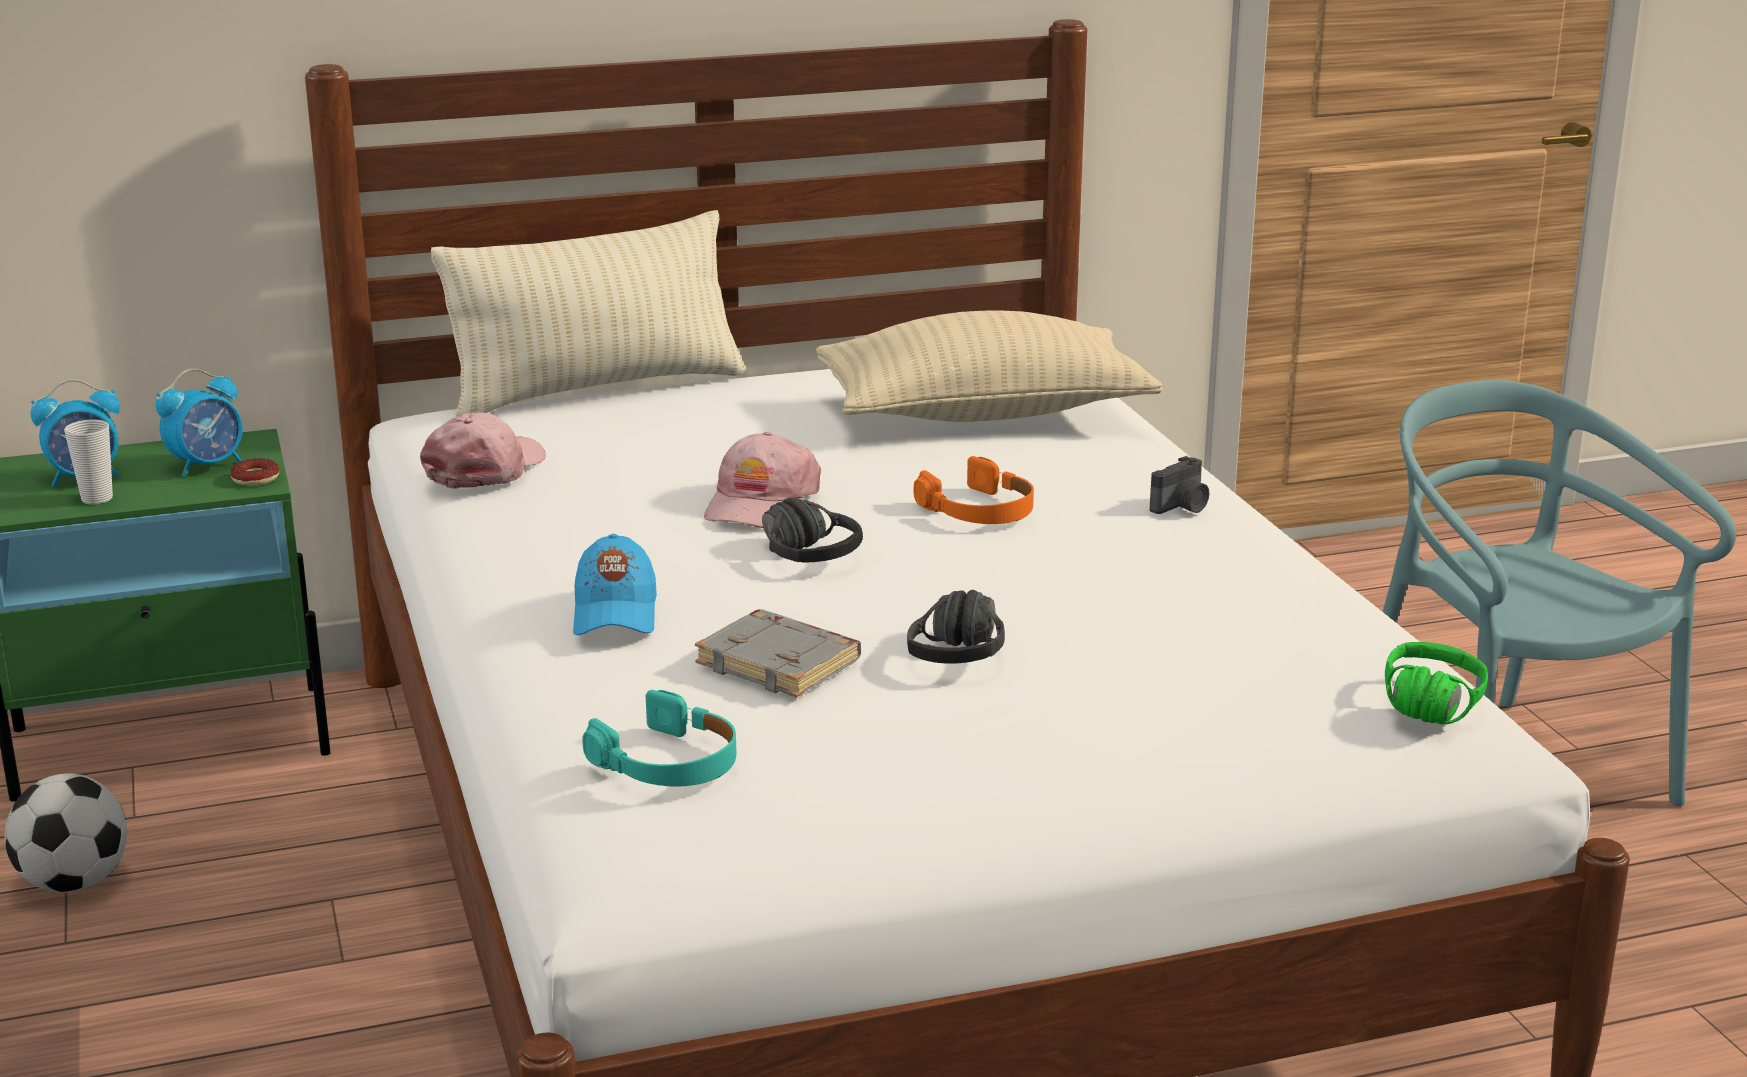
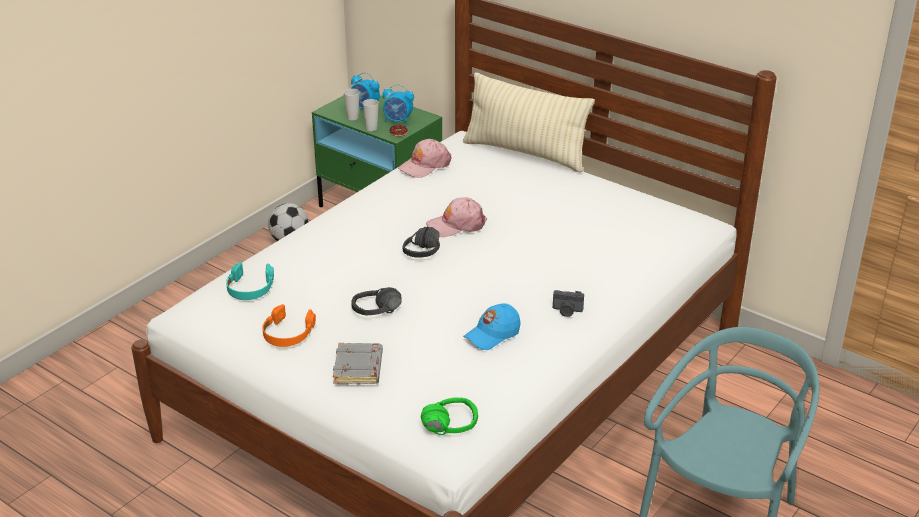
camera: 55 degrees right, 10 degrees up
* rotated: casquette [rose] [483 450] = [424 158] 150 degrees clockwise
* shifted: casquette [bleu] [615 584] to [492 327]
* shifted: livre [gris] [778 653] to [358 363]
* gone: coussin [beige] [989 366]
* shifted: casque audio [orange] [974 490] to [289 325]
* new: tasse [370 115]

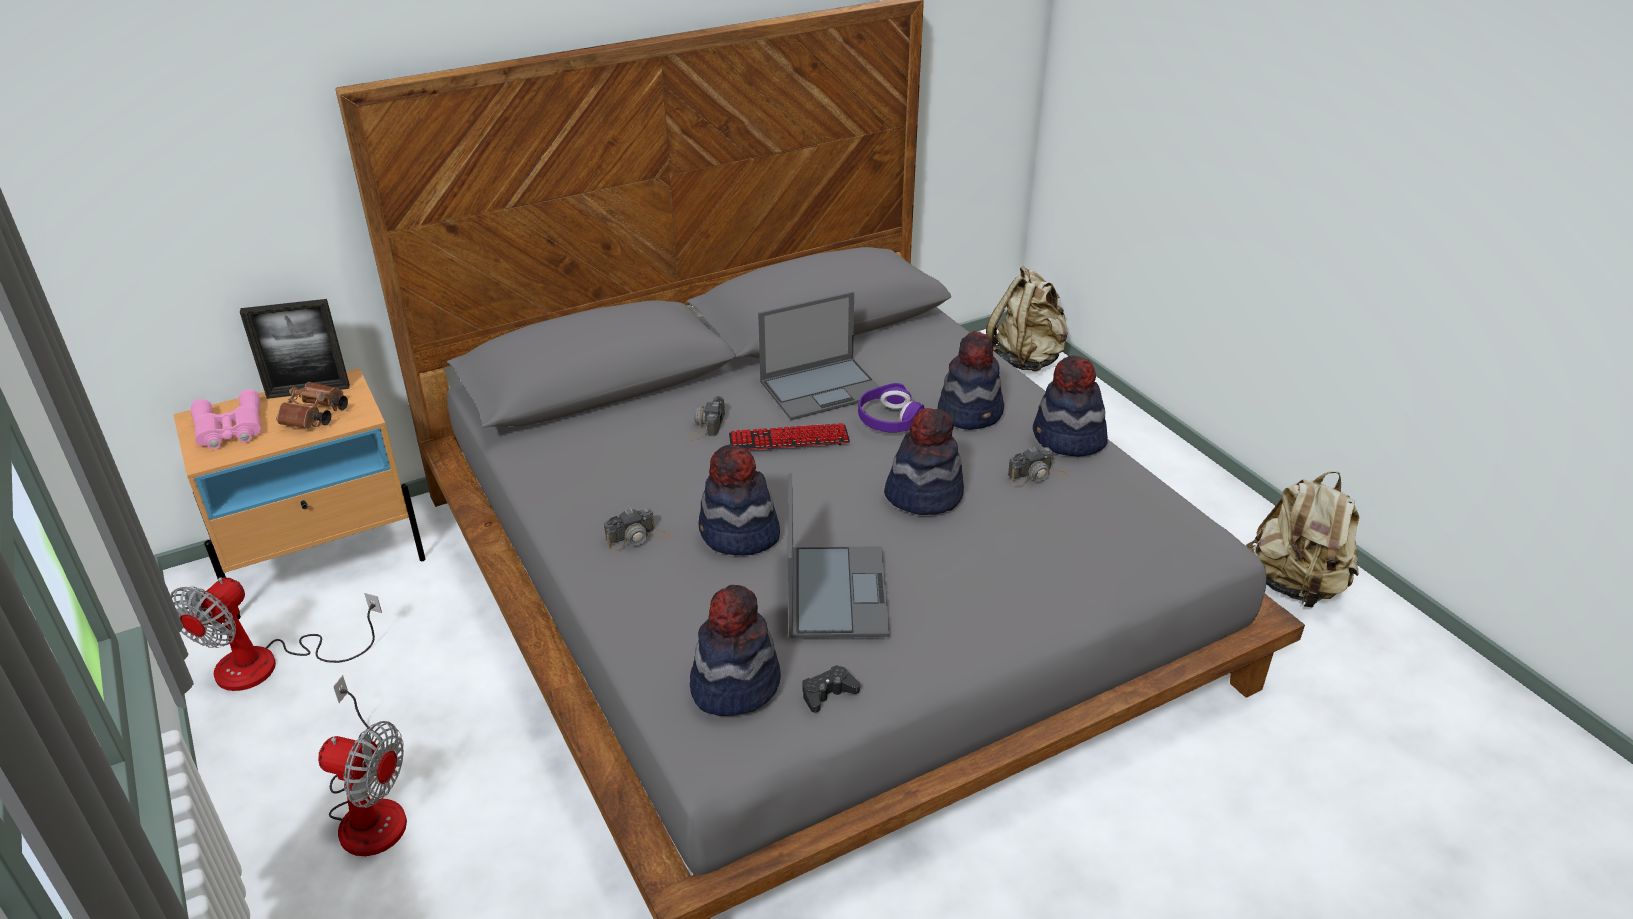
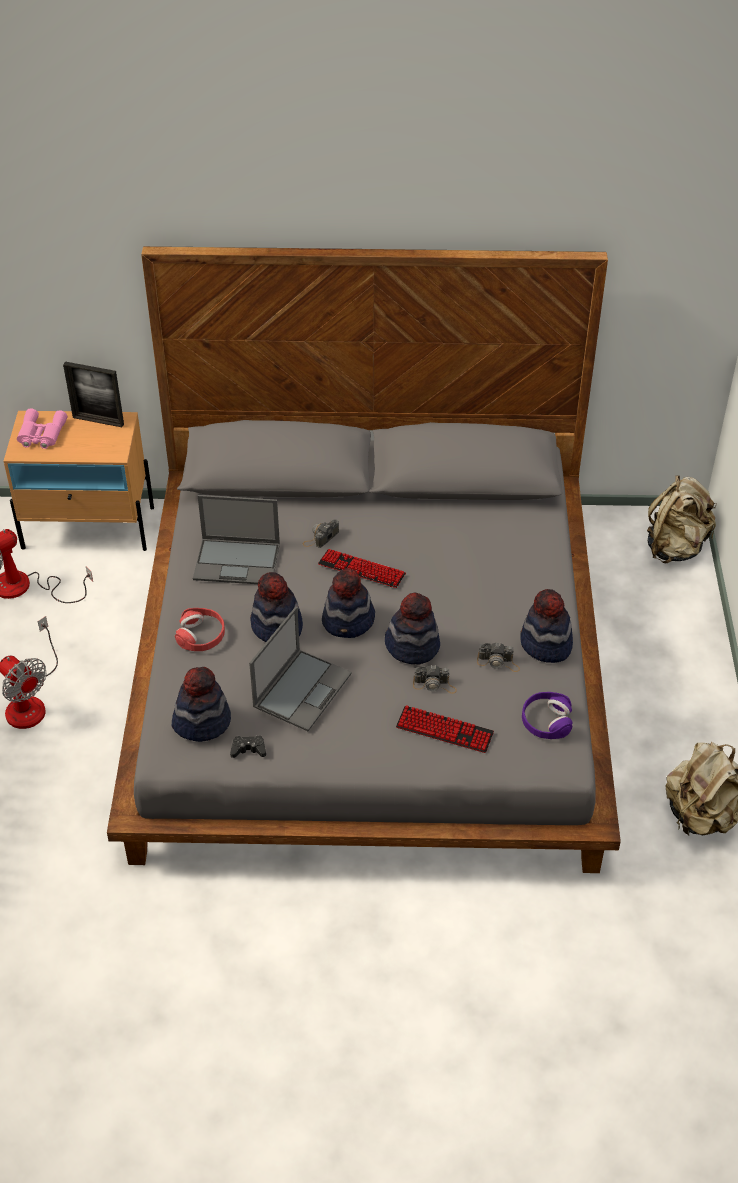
camera: 30 degrees right, 10 degrees up
* gone: jumelles [marron] [312 405]
* shifted: appareil photo [637 529] to [435 679]
* shifted: ordinateur portable [819 356] to [236 539]
* shifted: casque audio [violet] [891 407] to [547 715]
* shifted: chapeau [971 380] to [348 603]
* new: casque audio [rouge] [200 629]
* new: clavier [445 729]

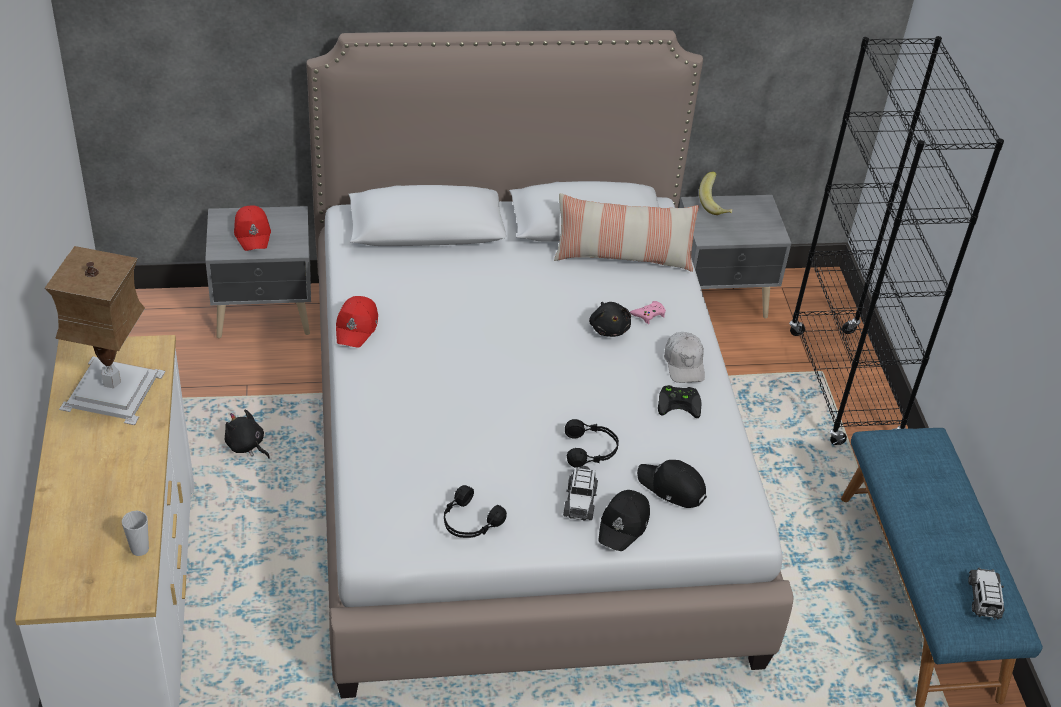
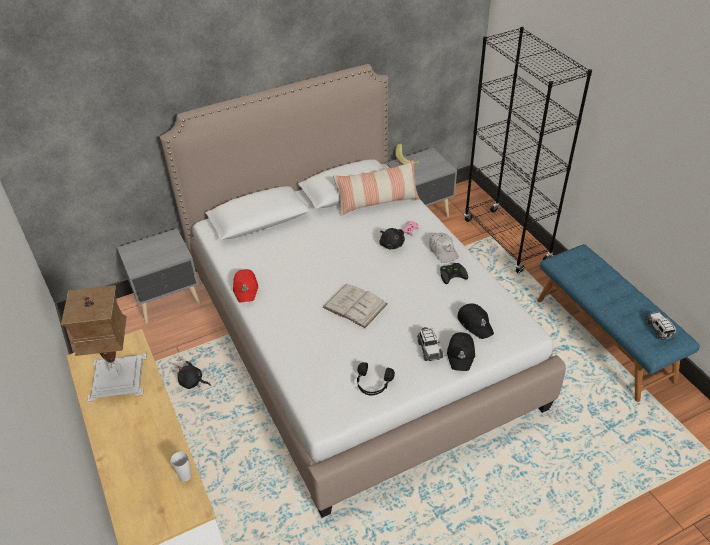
camera: 15 degrees left, 0 degrees up
* gone: casquette [rouge] [252 228]
* gone: casque audio [noir] [592 443]
* rotated: casquette [noir] [672 484] = [475 321] 135 degrees counterclockwise
* new: livre [blanc] [355 306]

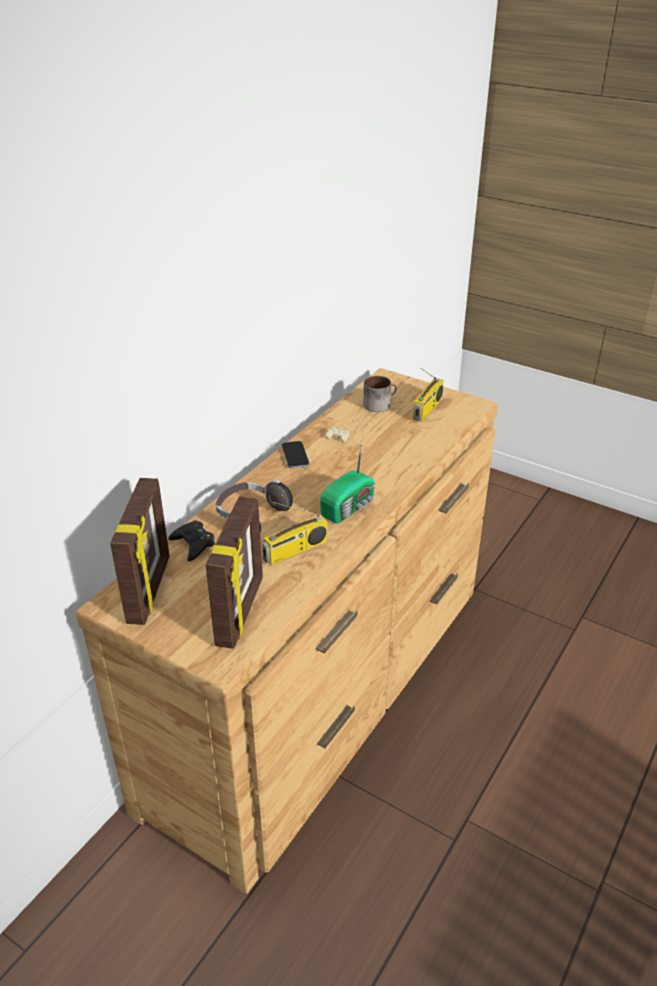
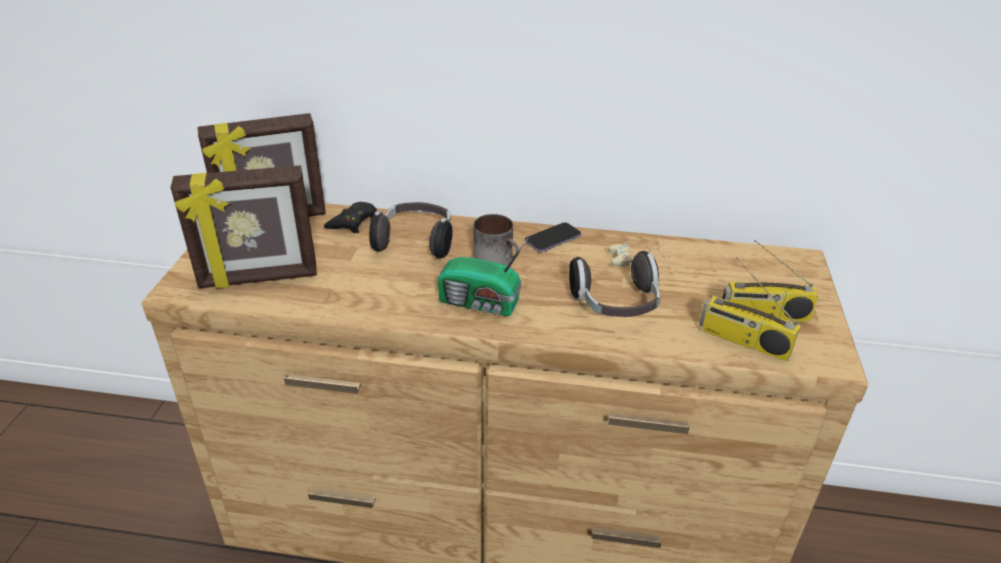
camera: 65 degrees right, 0 degrees up
* shifted: radio [295 533] to [749 309]
* shifted: mug [380 394] to [496 239]
* new: casque audio [614 284]

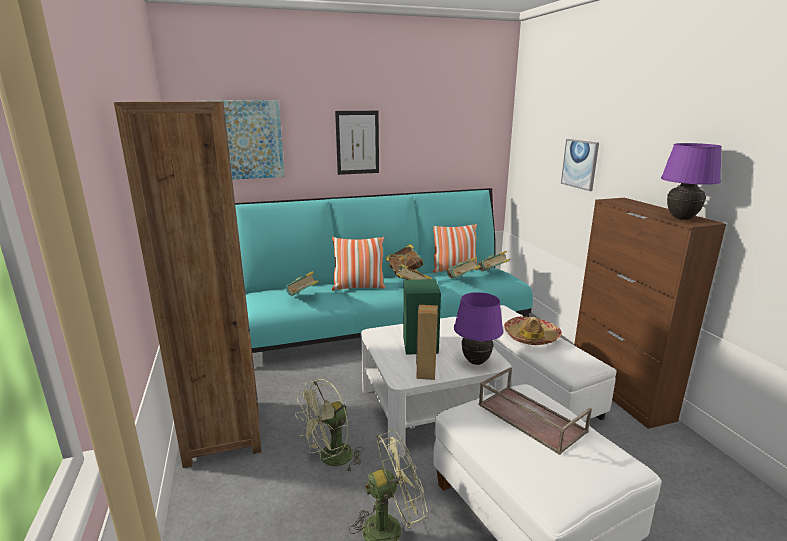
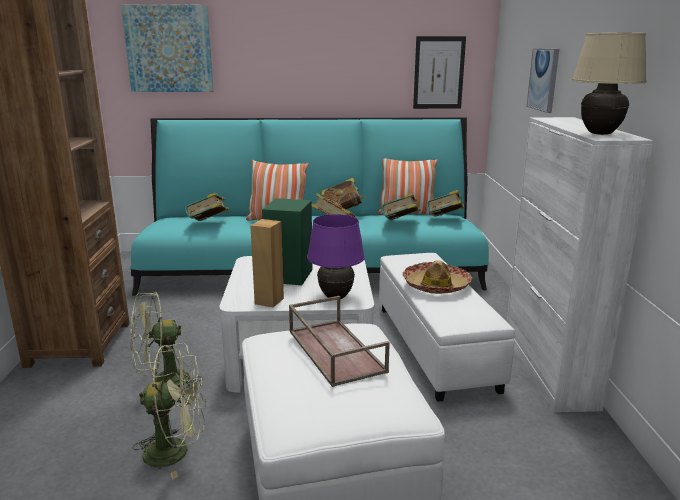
camera: 15 degrees right, 0 degrees up
* shifted: tableau [357 143] to [439 72]
* repainted: meuble de rangement [marron] [650 313] to meuble de rangement [blanc] [580 264]
* repainted: lampe de table [violet] [691 181] to lampe de table [beige] [609 84]

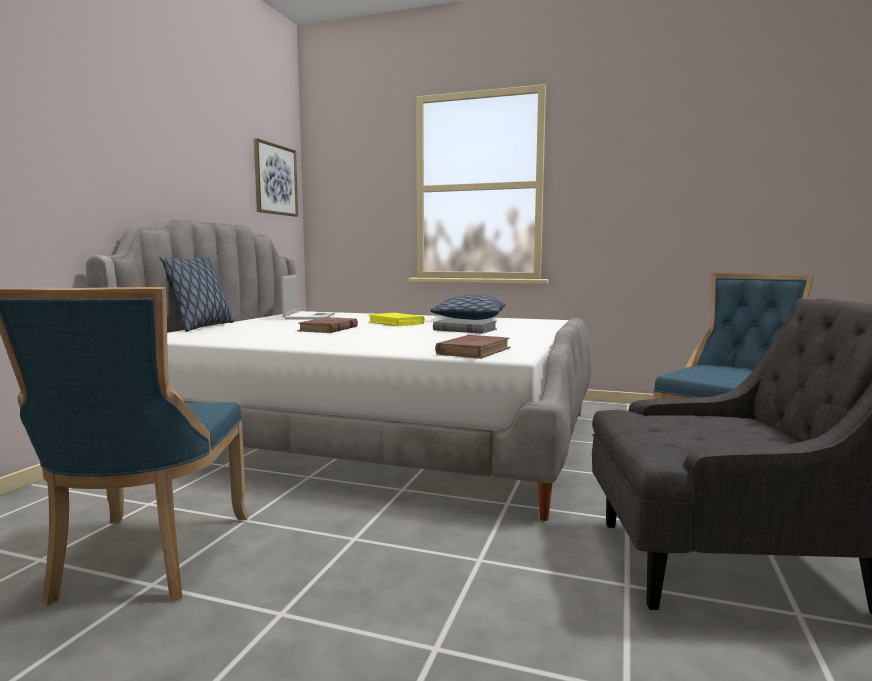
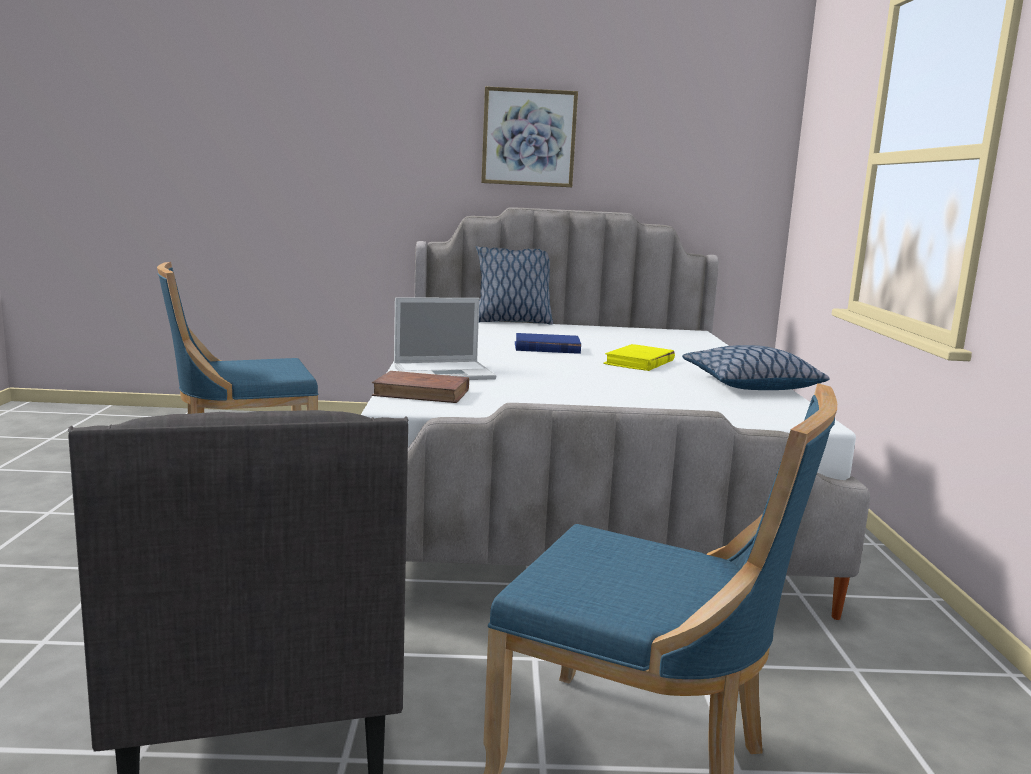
camera: 70 degrees right, 5 degrees up
* shifted: tableau [276 177] to [529 136]
* shifted: ordinateur portable [308 297] to [445 338]
* repainted: livre [marron] [327 325] to livre [bleu] [548 343]
* gone: livre [gris] [465 326]

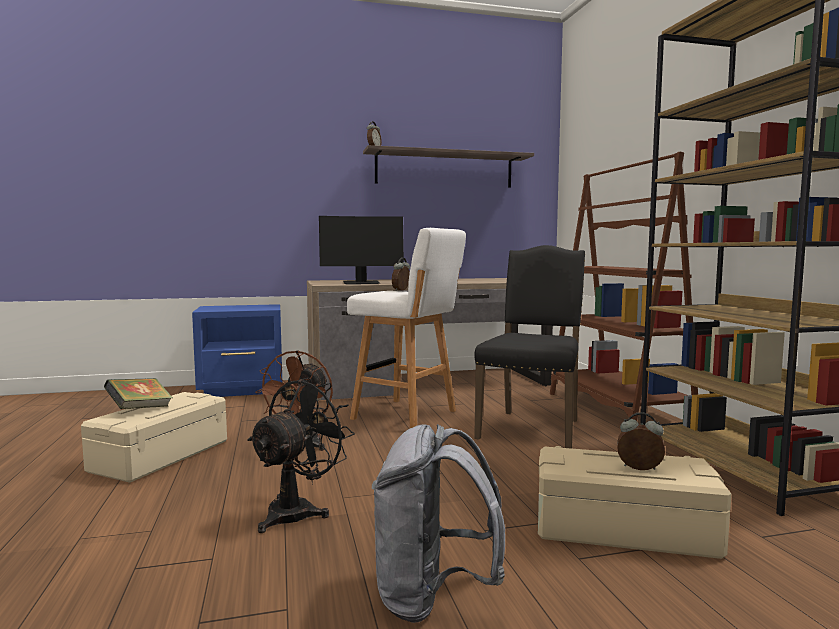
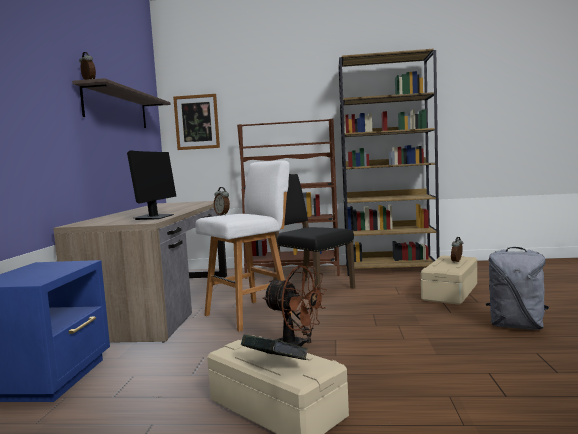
camera: 70 degrees left, 0 degrees up
* gone: ventilateur [noir] [301 455]
* new: tableau [196 122]

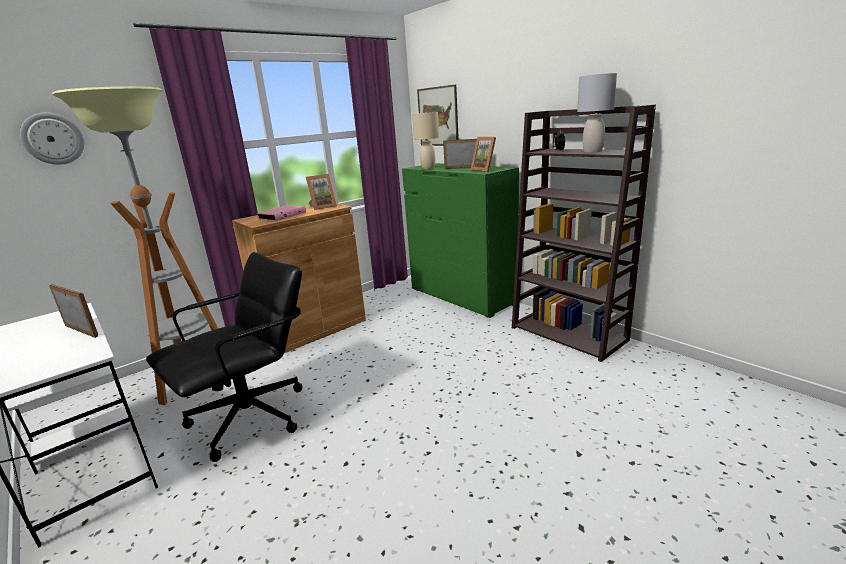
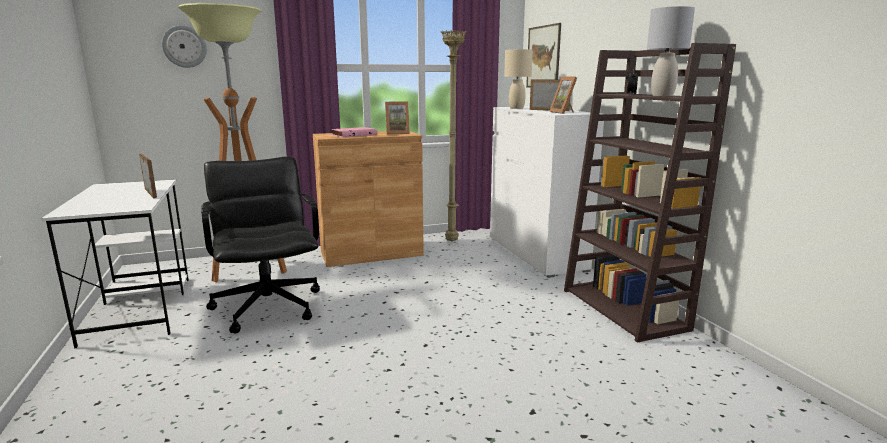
camera: 20 degrees right, 5 degrees down
* rotated: chaise de bureau [noir] [224 357] = [260 245] 90 degrees counterclockwise
* repainted: commode [vert] [460 240] to commode [blanc] [547 192]
* new: lampadaire [beige] [454 135]

